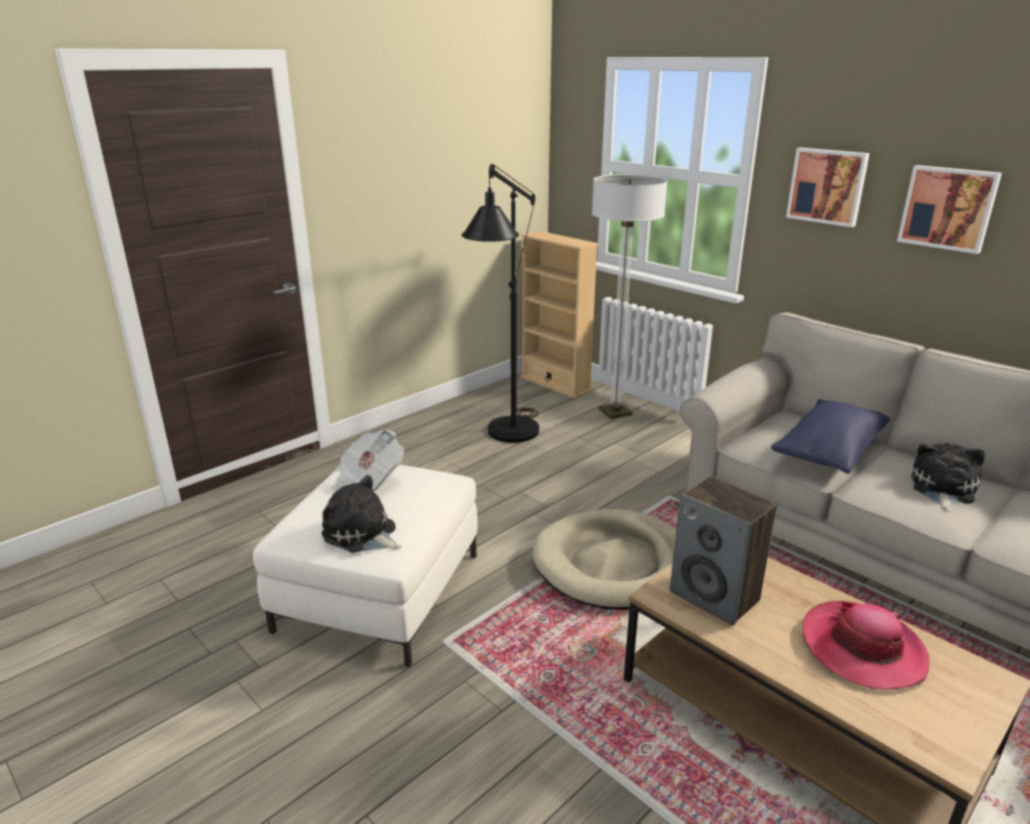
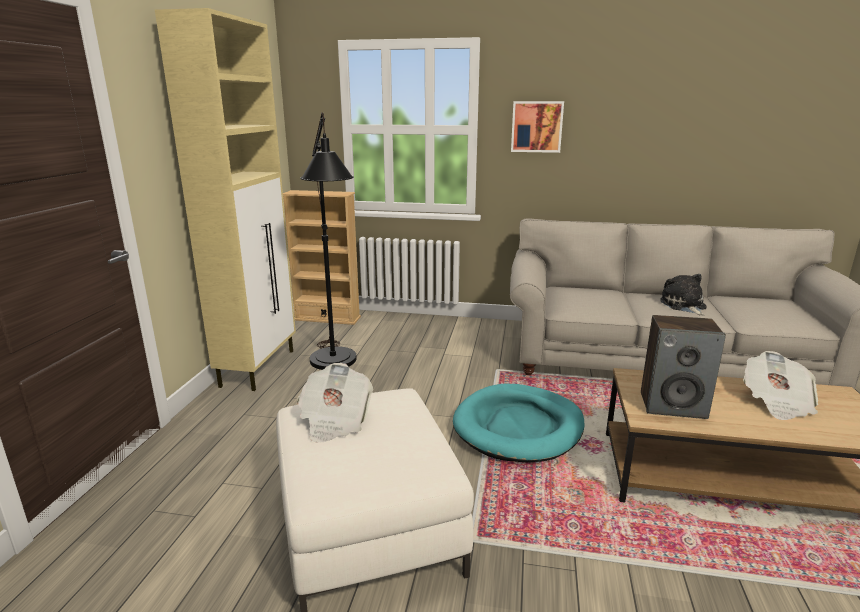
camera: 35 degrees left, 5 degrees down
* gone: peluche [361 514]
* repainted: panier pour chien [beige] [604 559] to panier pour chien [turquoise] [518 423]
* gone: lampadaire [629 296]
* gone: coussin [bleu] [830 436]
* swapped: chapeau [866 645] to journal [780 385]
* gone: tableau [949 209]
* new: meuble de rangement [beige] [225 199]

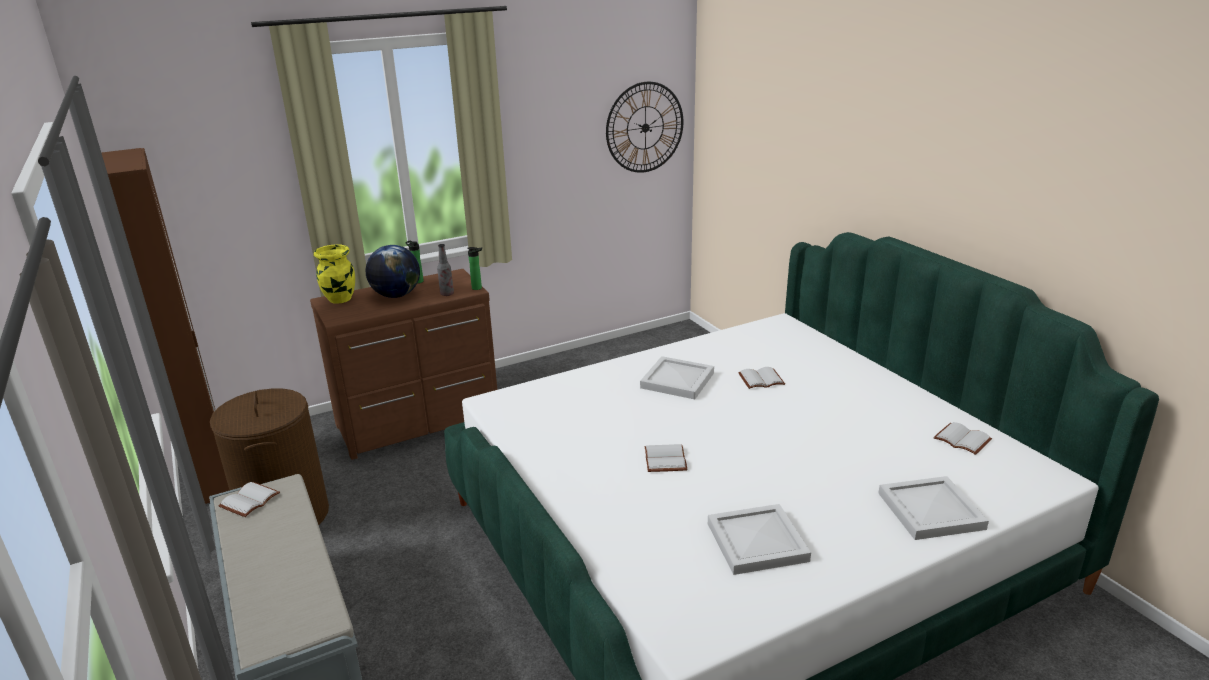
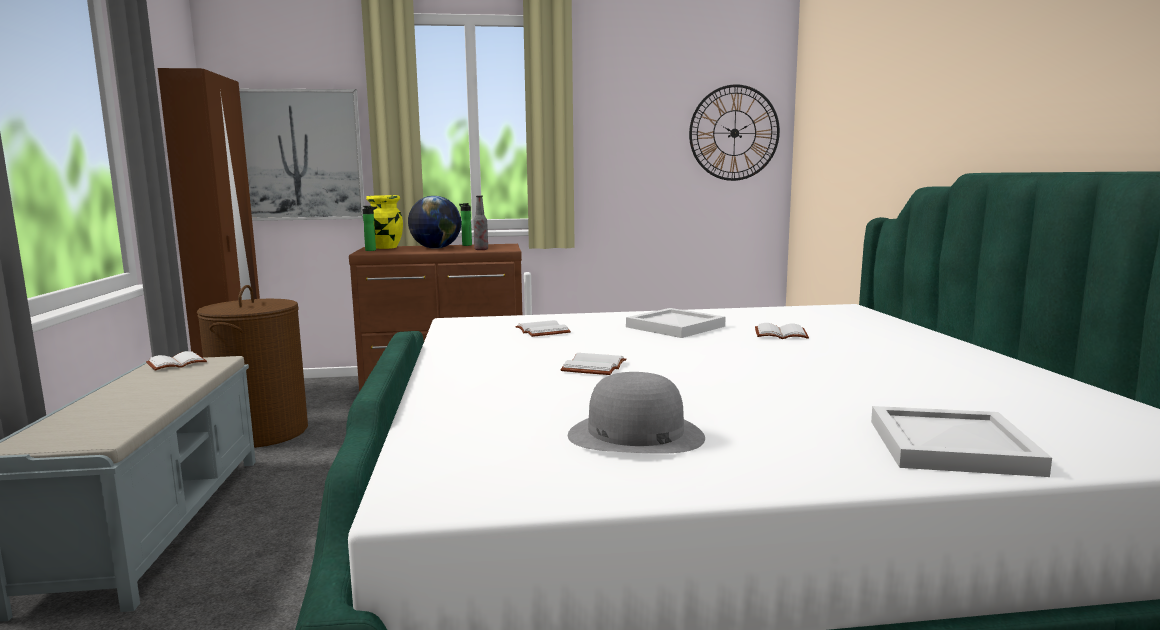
camera: 20 degrees right, 15 degrees down
* shifted: bouteille [474 268] to [369 228]
* swapped: plateau [blanc] [759 539] to chapeau [gris] [636 413]
* shifted: livre [blanc] [962 438] to [543 328]
* new: tableau [302 155]

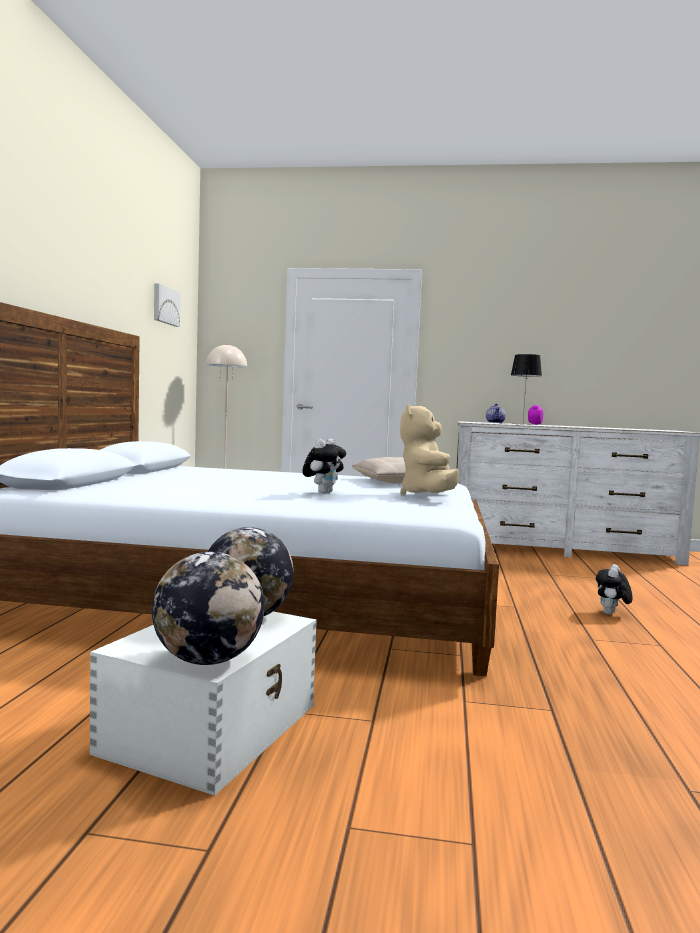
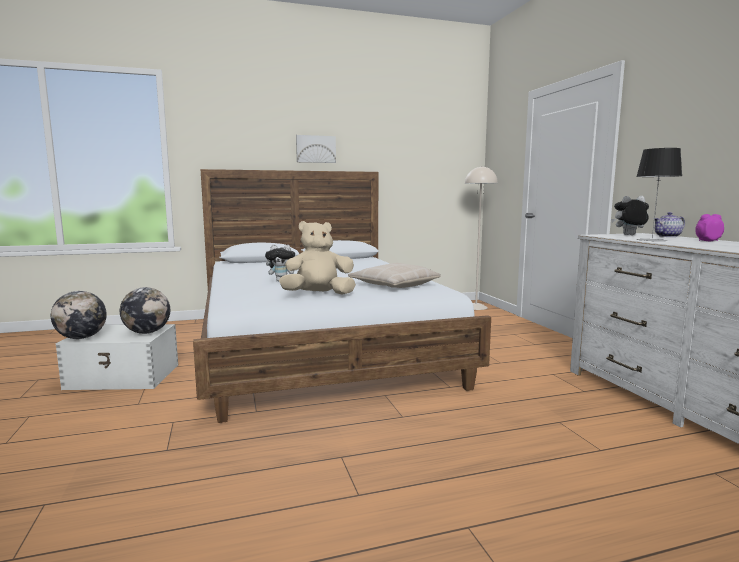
camera: 65 degrees right, 5 degrees up
* shifted: tableau [167 305] to [316 149]
* shifted: peluche [614 589] to [630 215]

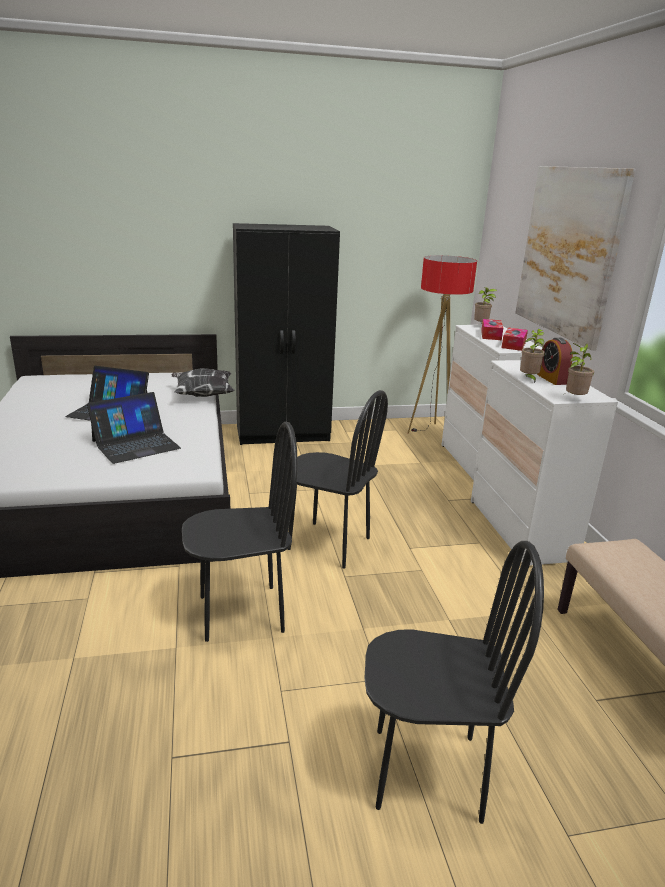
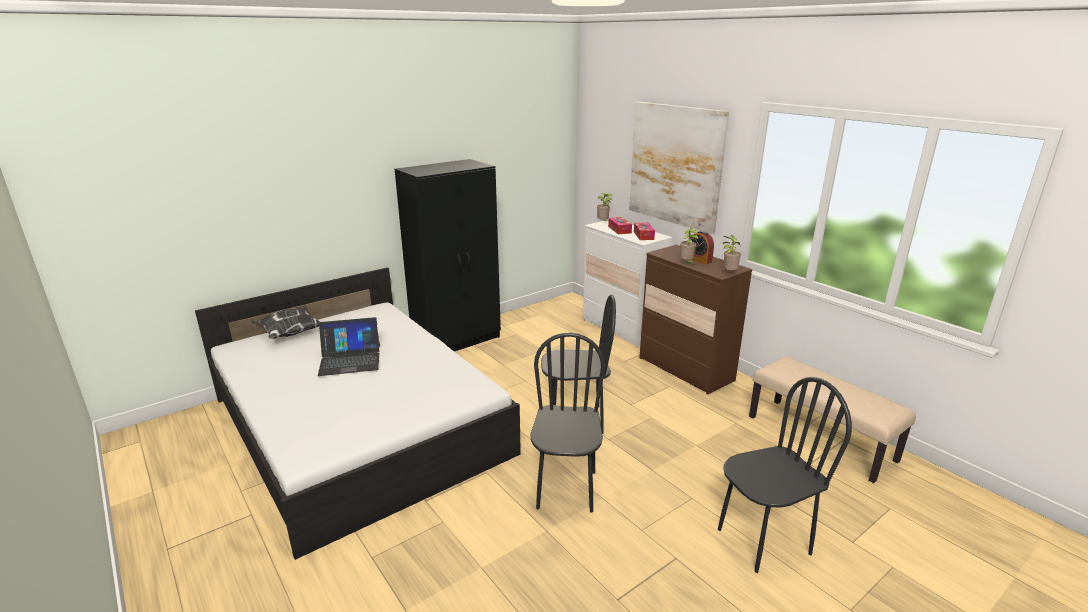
camera: 25 degrees left, 0 degrees up
* gone: ordinateur portable [134 428]
* shifted: coussin [203 382] to [286 322]
* rotated: chaise [noir] [240 532] = [568 423] 45 degrees counterclockwise
* gone: lampadaire [442 344]
* repainted: commode [blanc] [544 463] to commode [marron] [695 320]

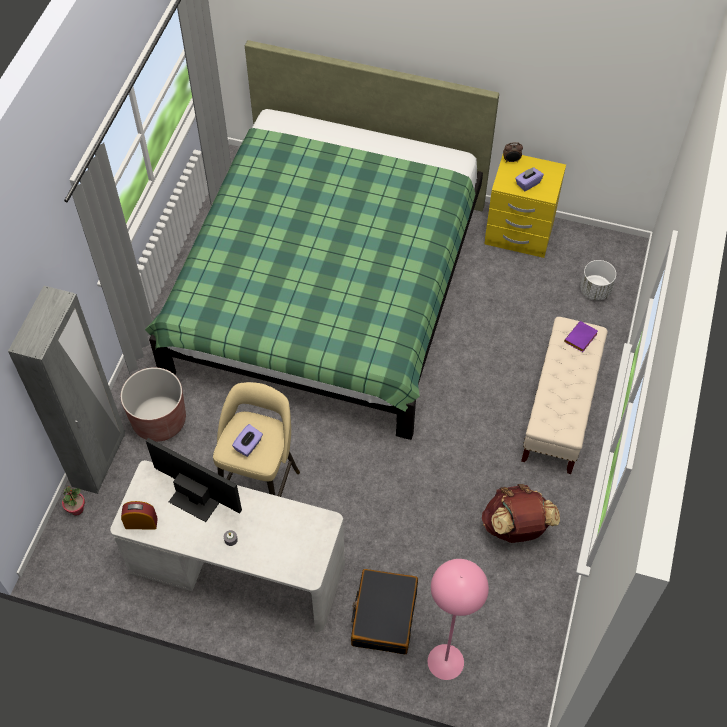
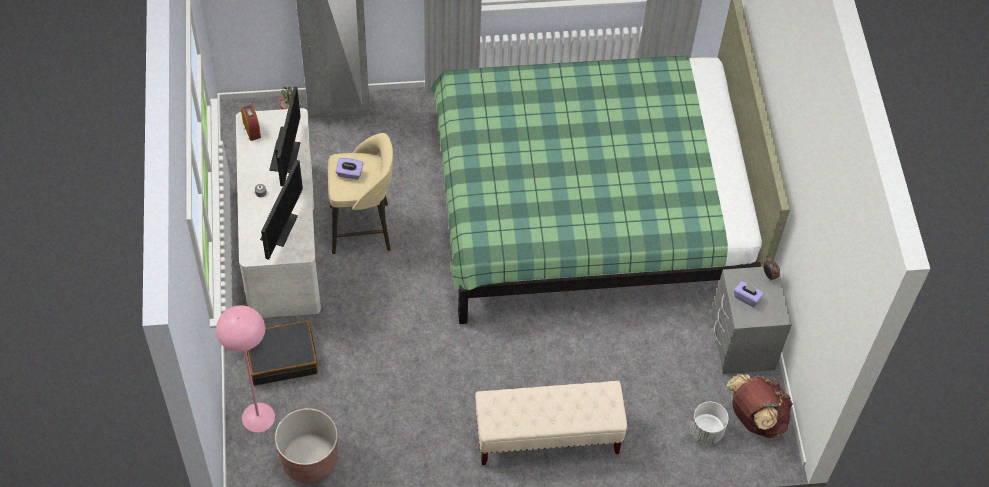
camera: 65 degrees right, 0 degrees up
* shifted: cache-pot [marron] [153 404] to [306 445]
* shifted: sac à dos [marron] [521 513] to [759 406]
* repainted: table de chevet [jaune] [525 206] to table de chevet [gris] [751 320]
* gone: livre [violet] [581 336]
* new: écran d'ordinateur [281 210]

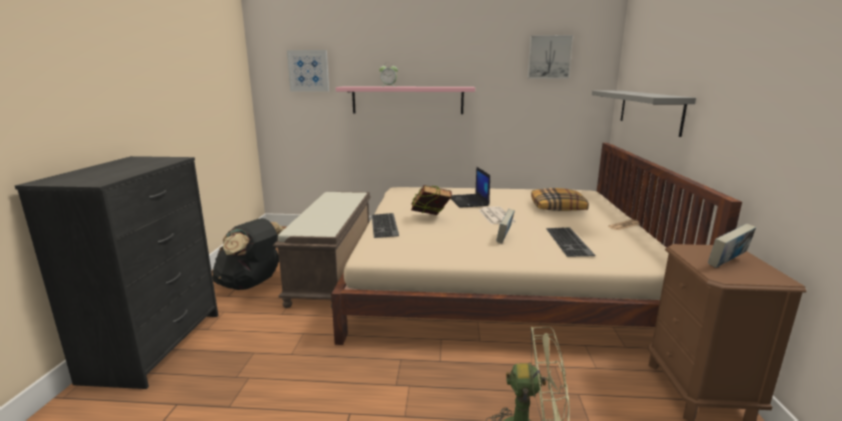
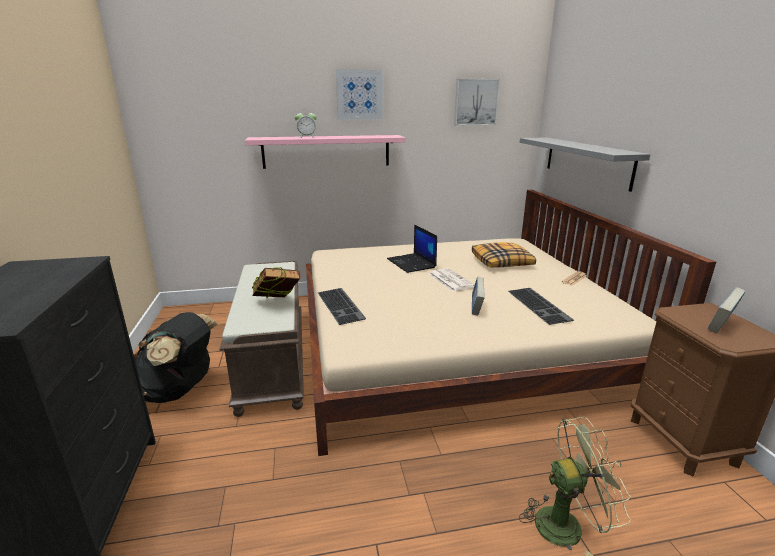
camera: 15 degrees left, 5 degrees up
* shifted: tableau [308 70] to [359 95]
* shifted: livre [431 200] to [276 282]

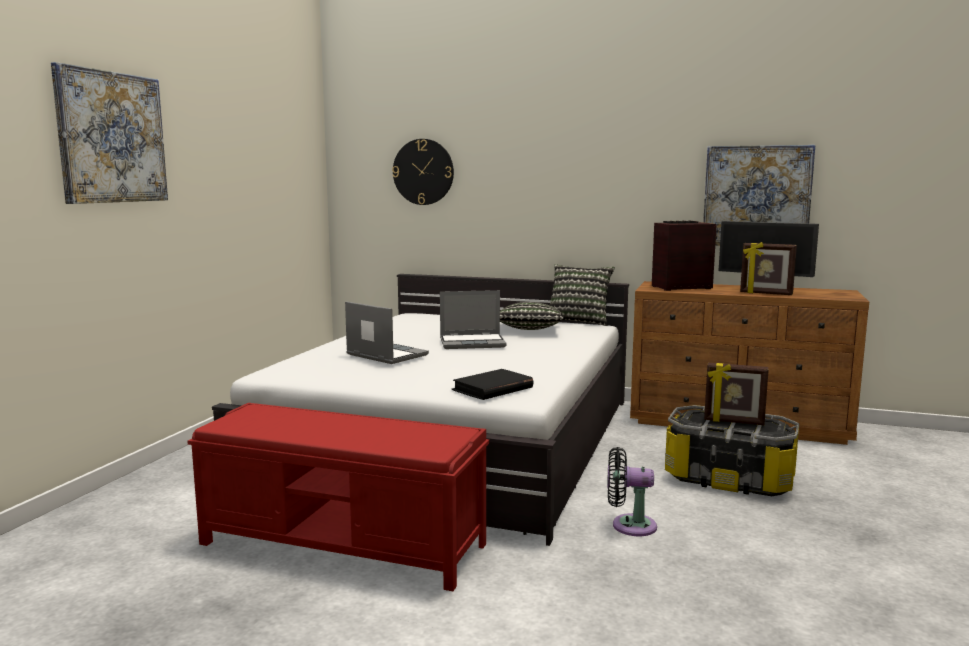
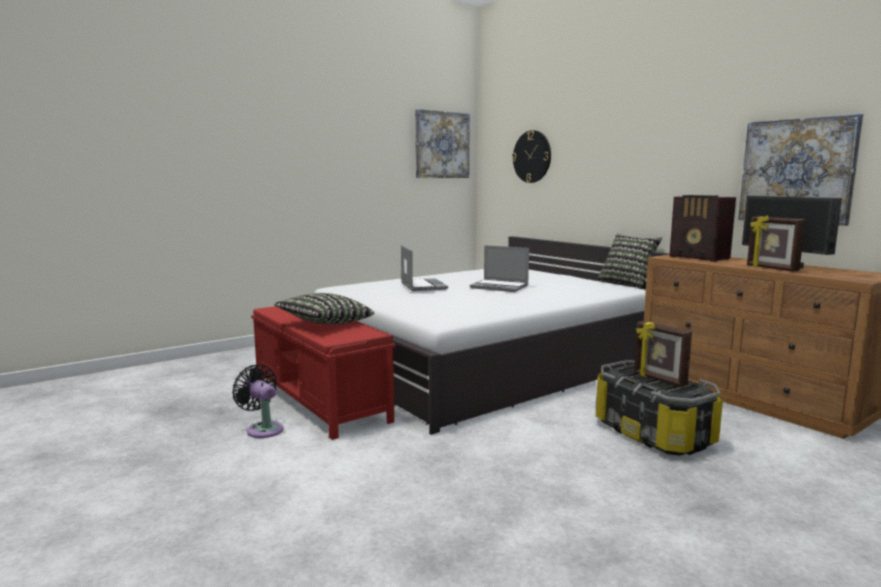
camera: 35 degrees right, 0 degrees up
* shifted: tableau [109 133] to [442 143]
* gone: livre [noir] [492 384]
* shifted: coussin [532 316] to [324 308]
* shifted: ventilateur [noir] [632 491] to [258 401]
* rotated: radio [684 256] = [702 228] 150 degrees counterclockwise

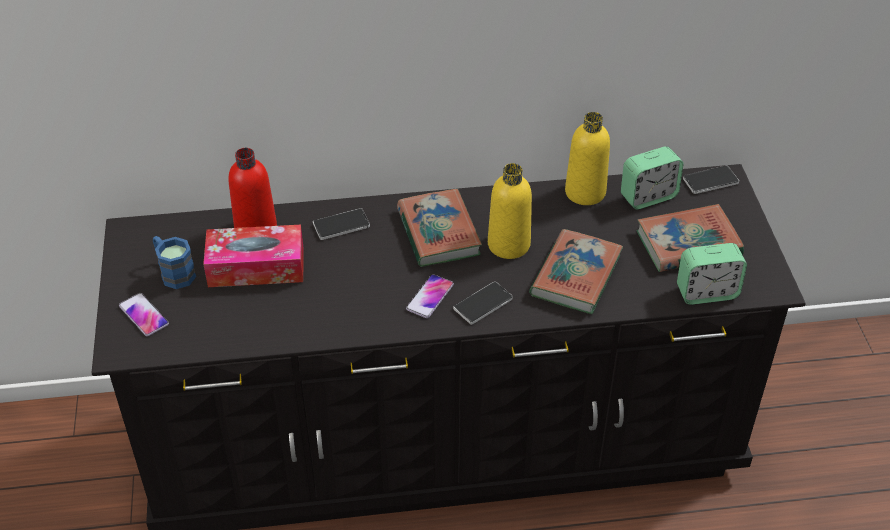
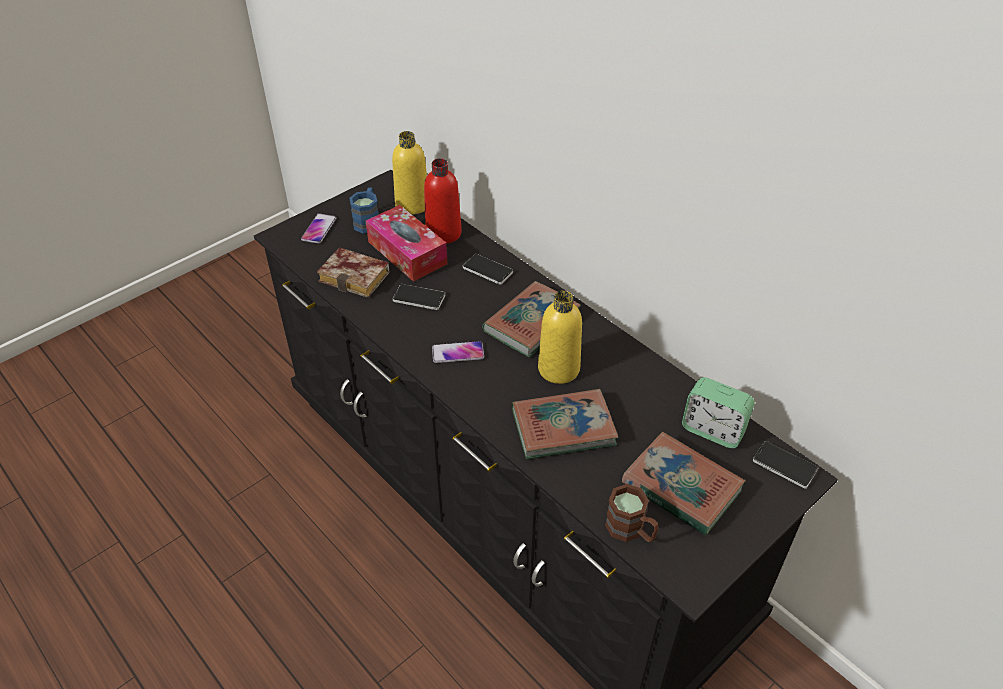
camera: 55 degrees right, 0 degrees up
* shifted: téléphone [483 303] to [419 297]
* shifted: bouteille [jaune] [587 158] to [409 173]
* swapped: réveil [712 274] to mug [marron] [632 513]
* new: livre [353 272]

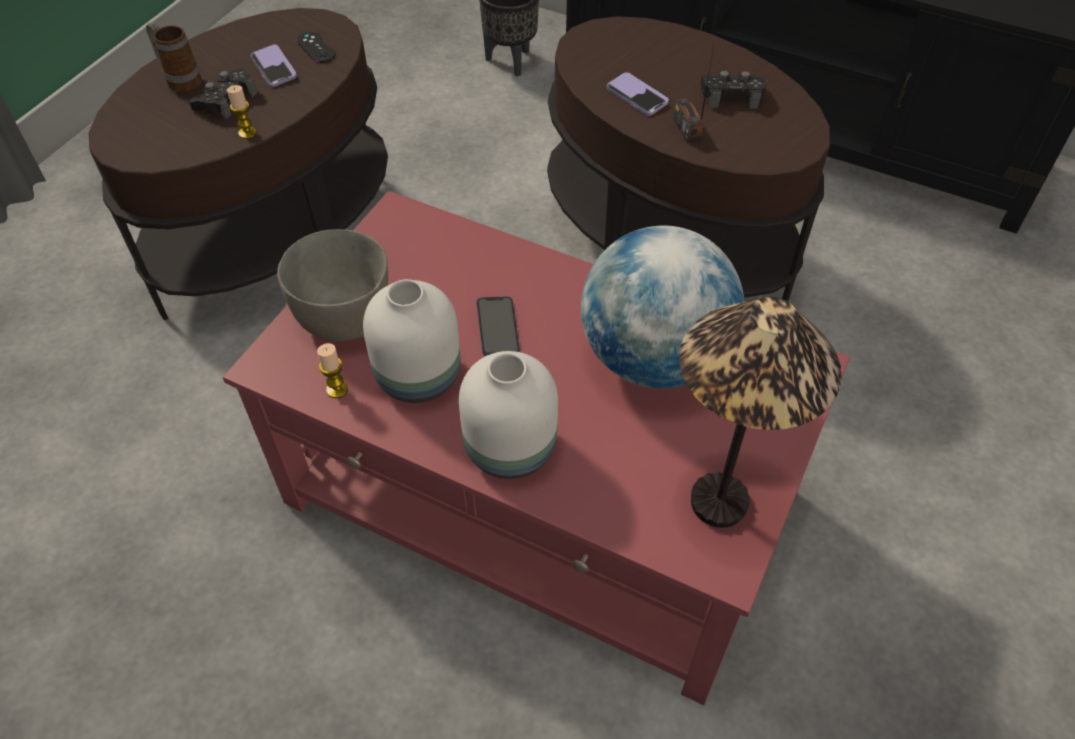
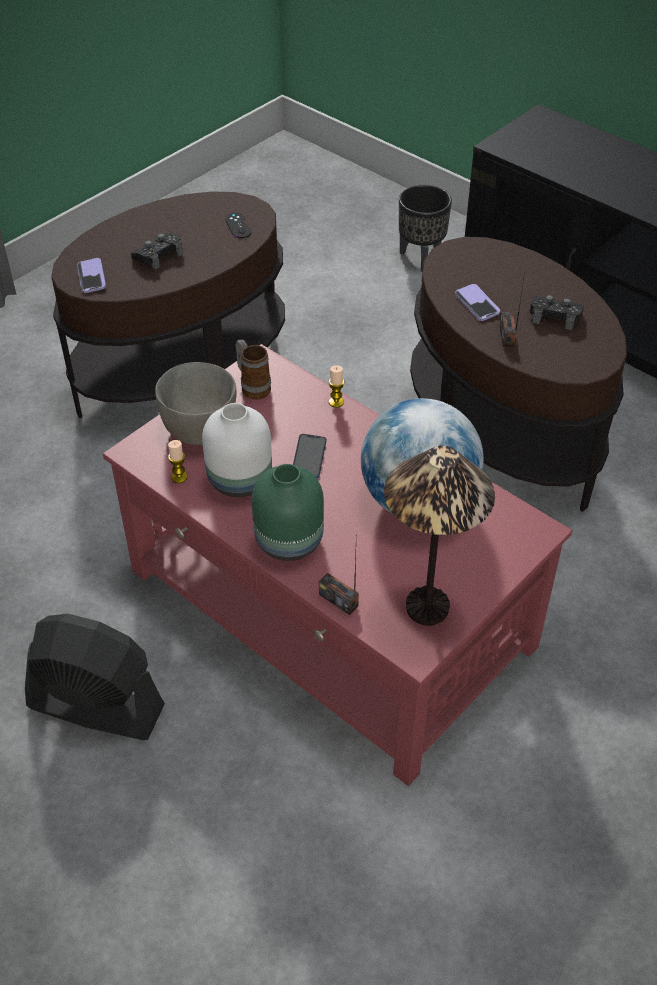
camera: 15 degrees right, 5 degrees down
* shifted: mug [174 57] to [253 370]
* shifted: bougie [242 112] to [336 386]
* shifted: téléphone [274 65] to [91 275]
* repainted: vase [blanc] [508 415] to vase [vert] [288 512]
* new: ventilateur [noir] [95 677]
* new: radio [339 584]

